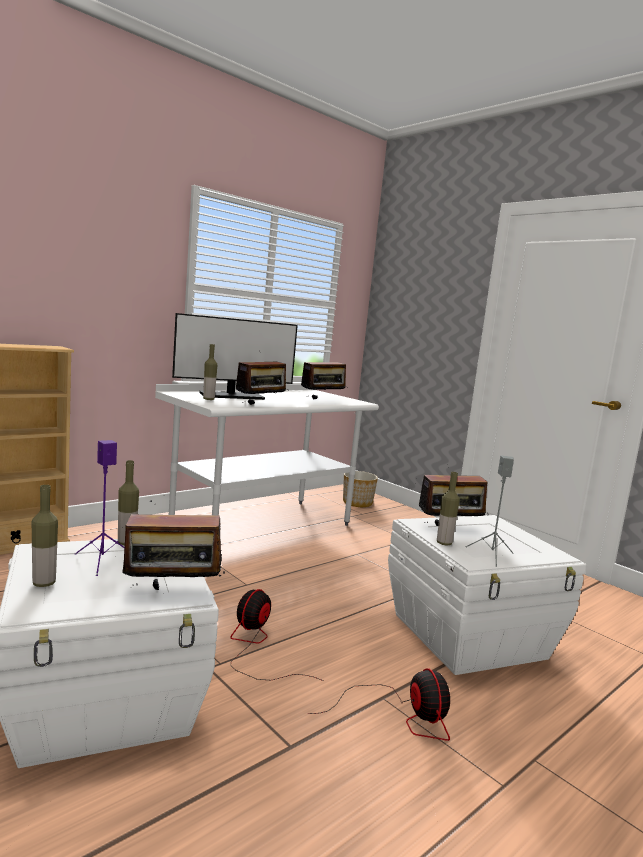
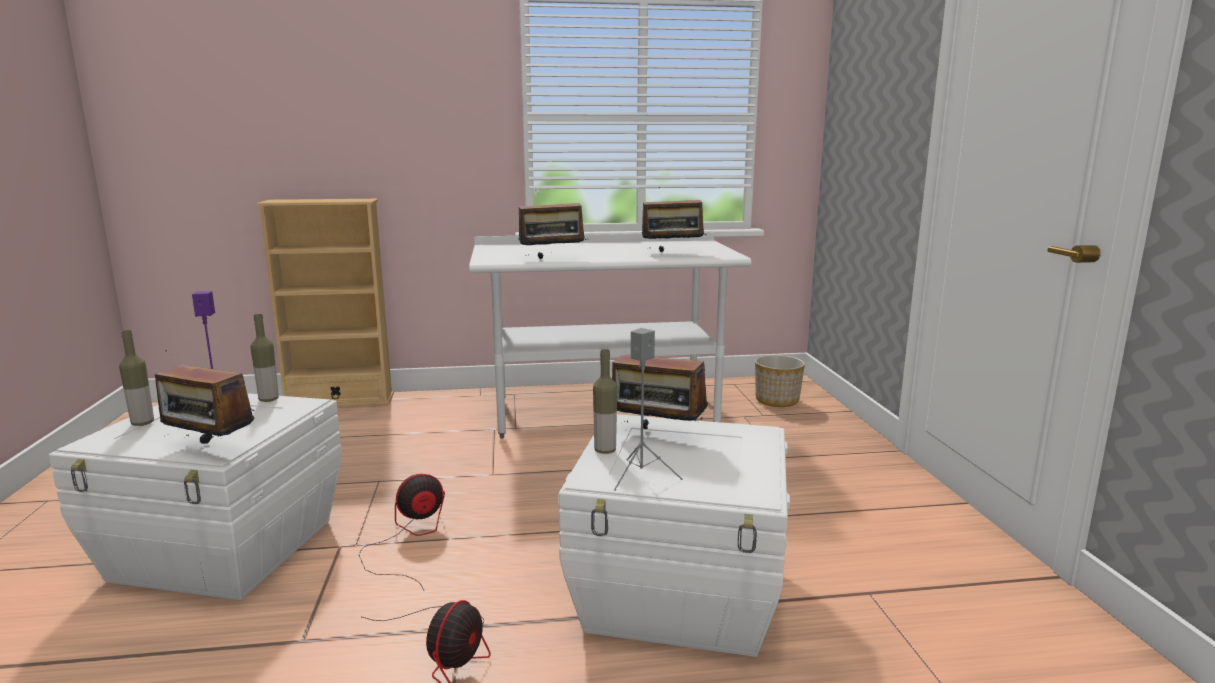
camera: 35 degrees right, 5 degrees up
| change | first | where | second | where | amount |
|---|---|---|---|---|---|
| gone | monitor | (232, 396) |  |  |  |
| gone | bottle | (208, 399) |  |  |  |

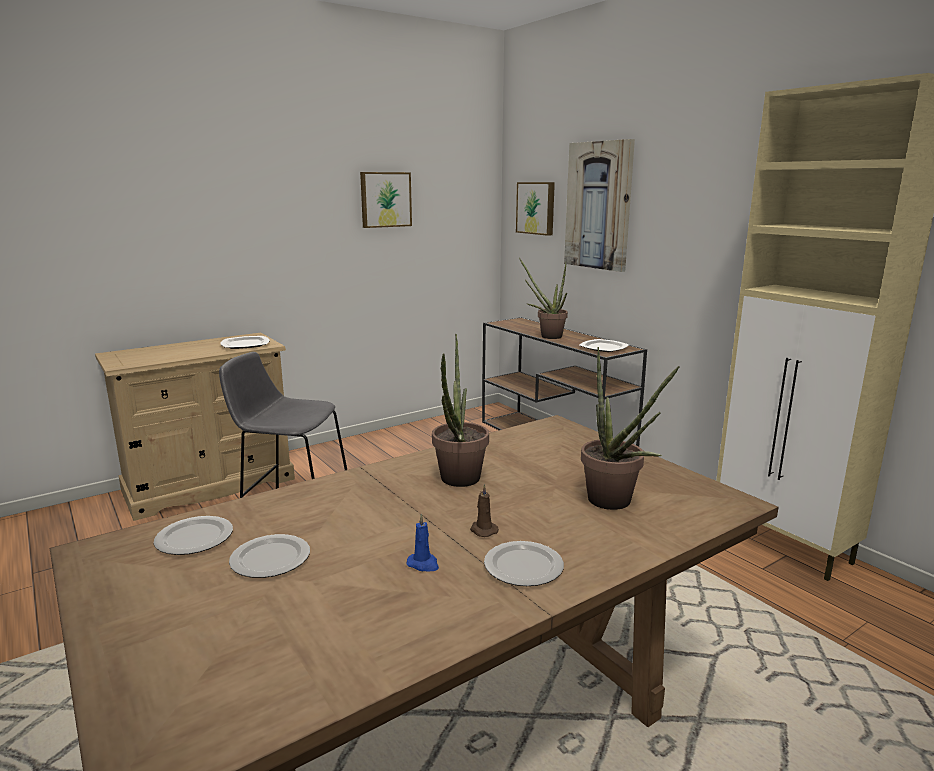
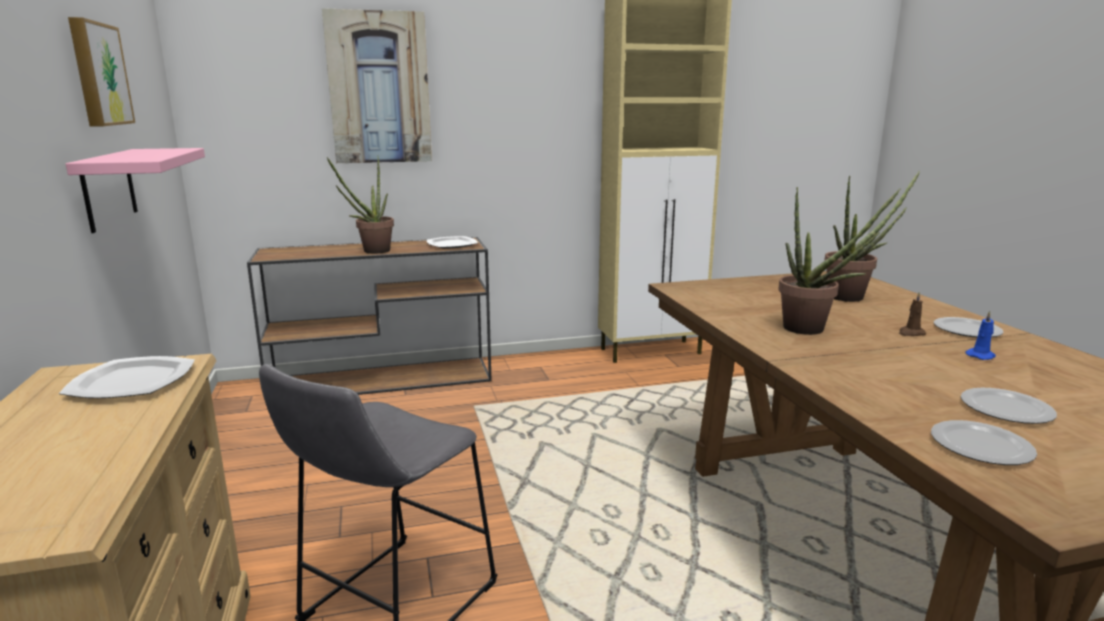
camera: 70 degrees left, 0 degrees up
| change | first | where | second | where | amount |
|---|---|---|---|---|---|
| gone | picture | (536, 208) |  |  |  |
| new |  |  | pink shelf | (109, 188) |  |

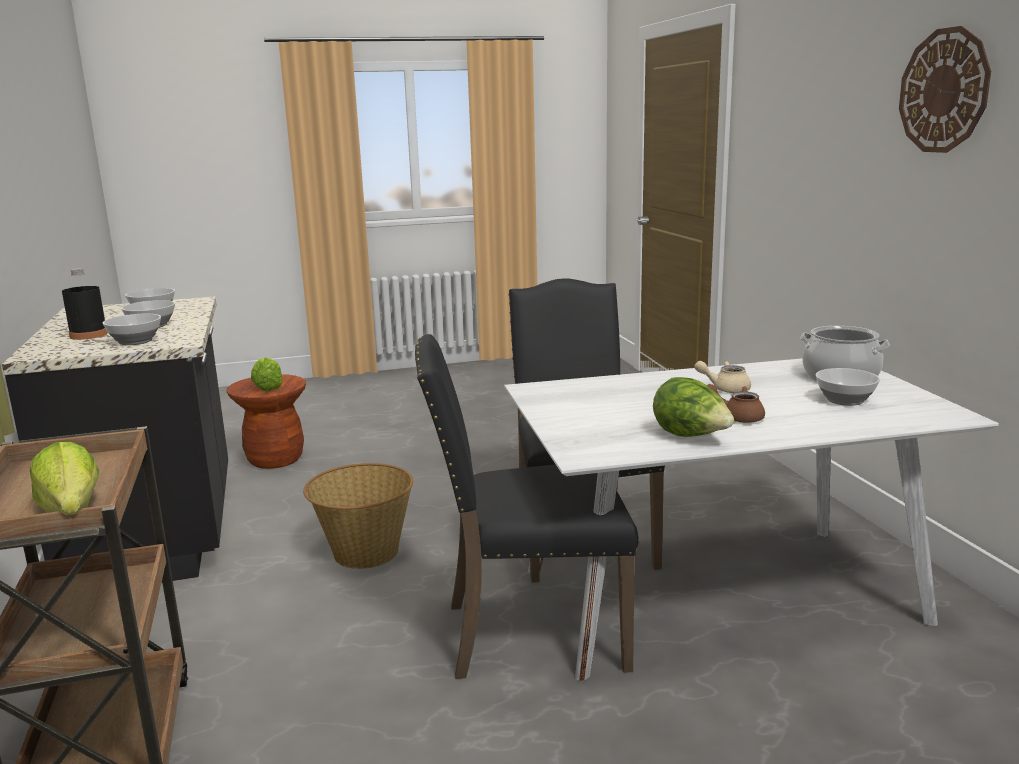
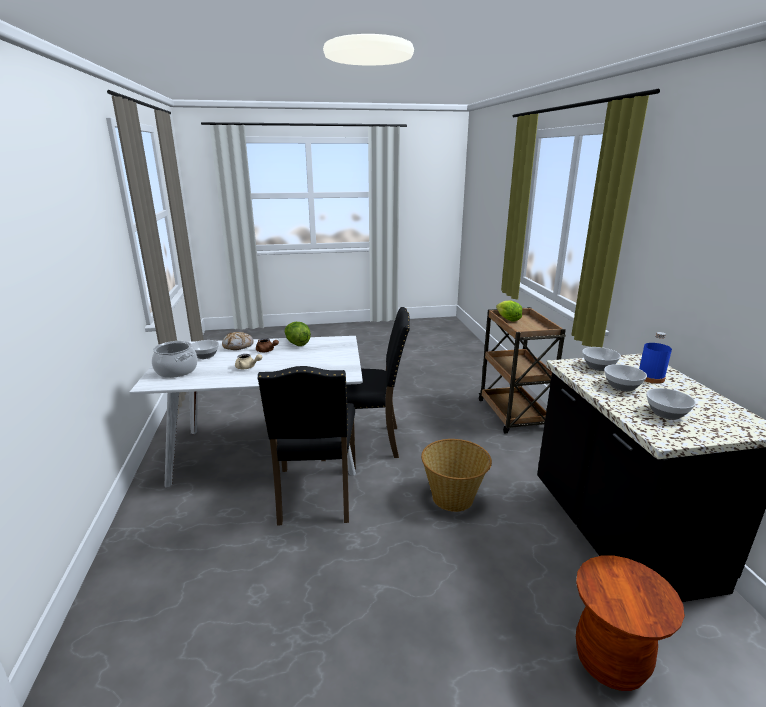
camera: 175 degrees left, 5 degrees up
| change | first | where | second | where | amount |
|---|---|---|---|---|---|
| repainted | black bottle | (88, 335) | blue bottle | (650, 378) |  |
| gone | lettuce | (268, 387) |  |  |  |
| gone | wall clock | (944, 91) |  |  |  |
| new |  |  | bread | (238, 346) |  |

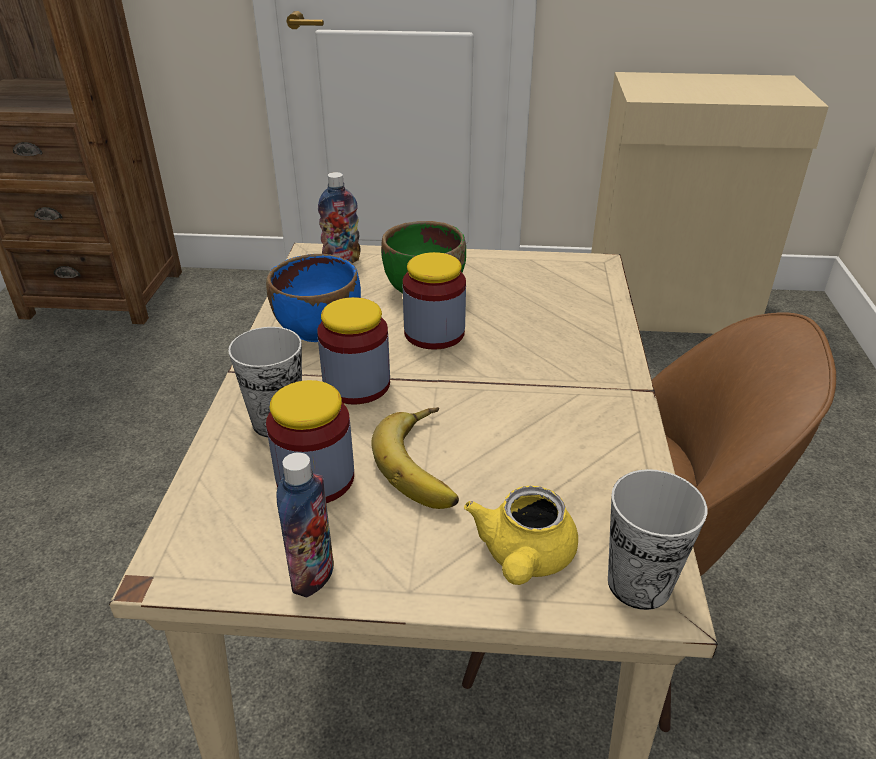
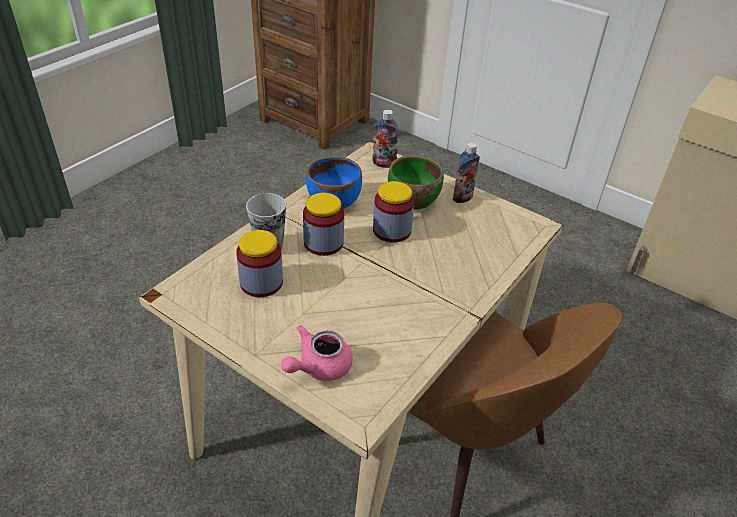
camera: 30 degrees right, 5 degrees up
| change | first | where | second | where | amount |
|---|---|---|---|---|---|
| shifted | bottle | (313, 575) |  | (462, 198) |  |
| gone | banana | (428, 463) |  |  |  |
| repainted | yellow teapot | (524, 558) | pink teapot | (318, 367) |  |
| gone | cup | (639, 583) |  |  |  |

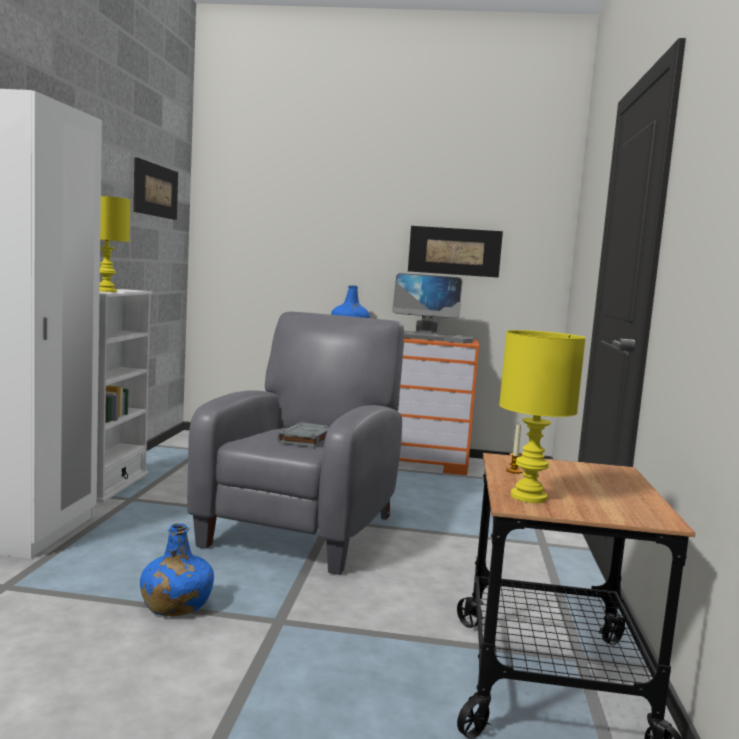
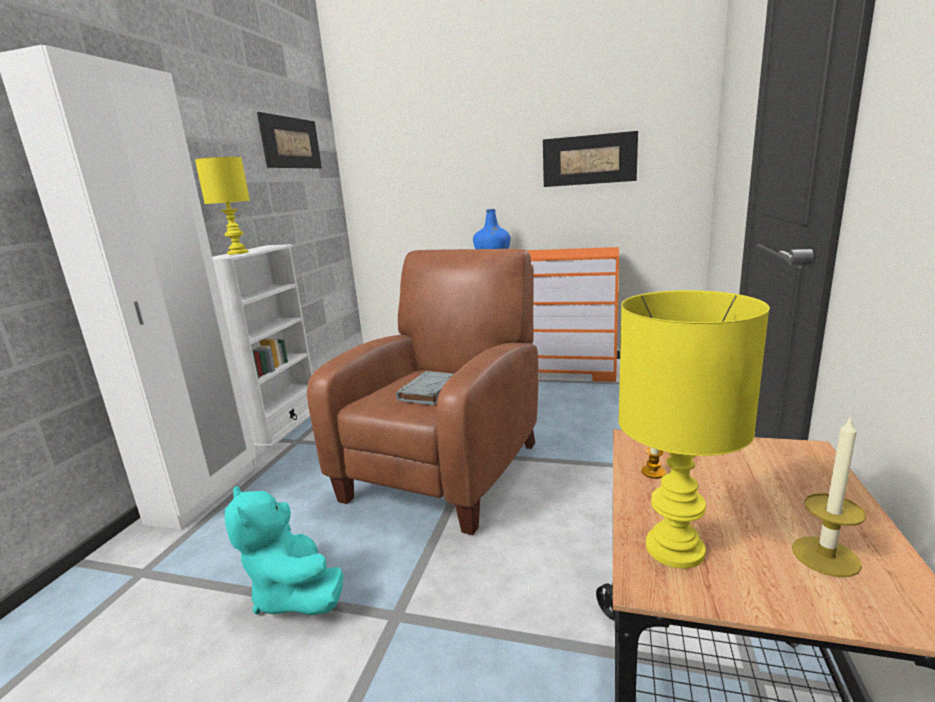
camera: 10 degrees right, 10 degrees up
| change | first | where | second | where | amount |
|---|---|---|---|---|---|
| swapped | blue bottle | (175, 605) | turquoise plush toy | (294, 594) |  |
| repainted | grey armchair | (304, 527) | brown armchair | (448, 466) |  |
| gone | monitor | (425, 338) |  |  |  |
| new |  |  | candle | (825, 556) |  |

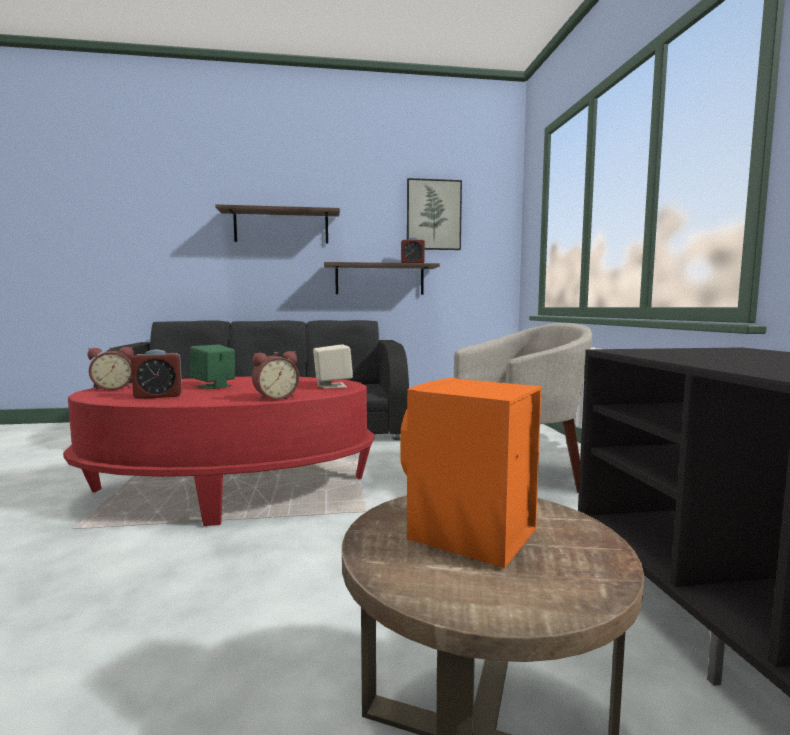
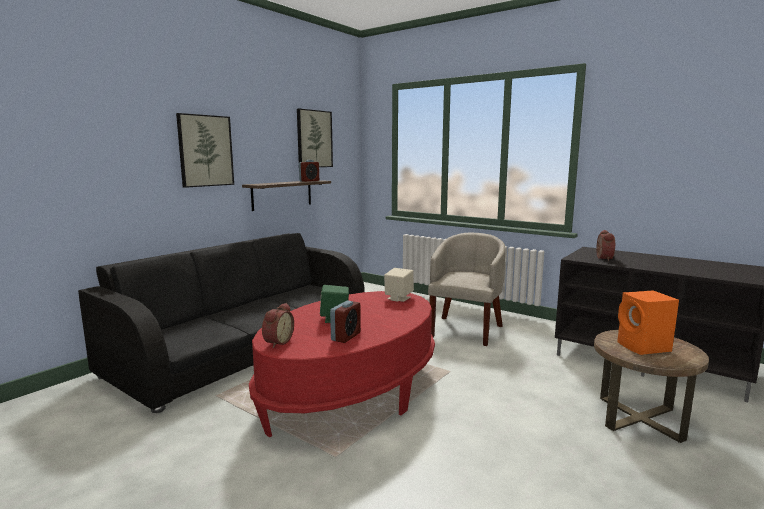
camera: 45 degrees left, 5 degrees up
| change | first | where | second | where | amount |
|---|---|---|---|---|---|
| swapped | shelf | (281, 227) | picture | (205, 151) |  |
| shifted | alarm clock | (275, 397) |  | (602, 258) |  |

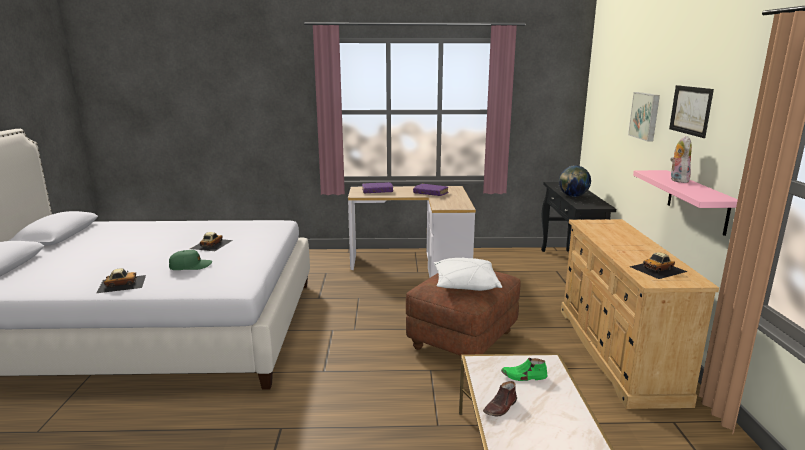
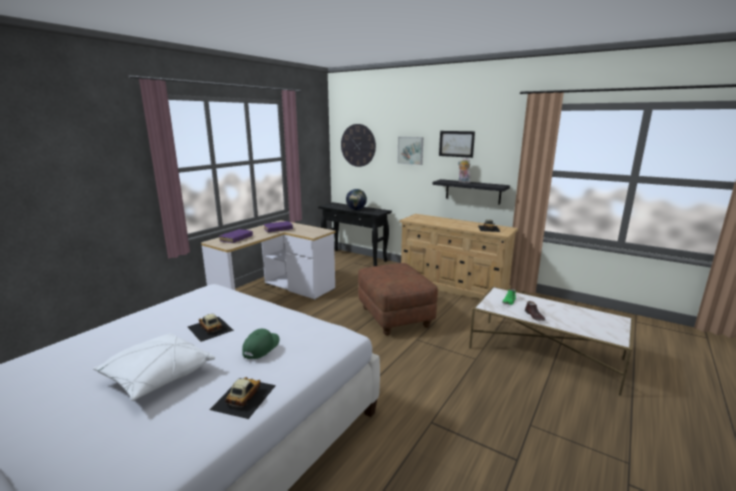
camera: 55 degrees left, 0 degrees up
| change | first | where | second | where | amount |
|---|---|---|---|---|---|
| shifted | white pillow | (465, 285) |  | (157, 376) |  |
| repainted | pink shelf | (697, 201) | black shelf | (472, 191) |  |
| new |  |  | wall clock | (358, 145) |  |

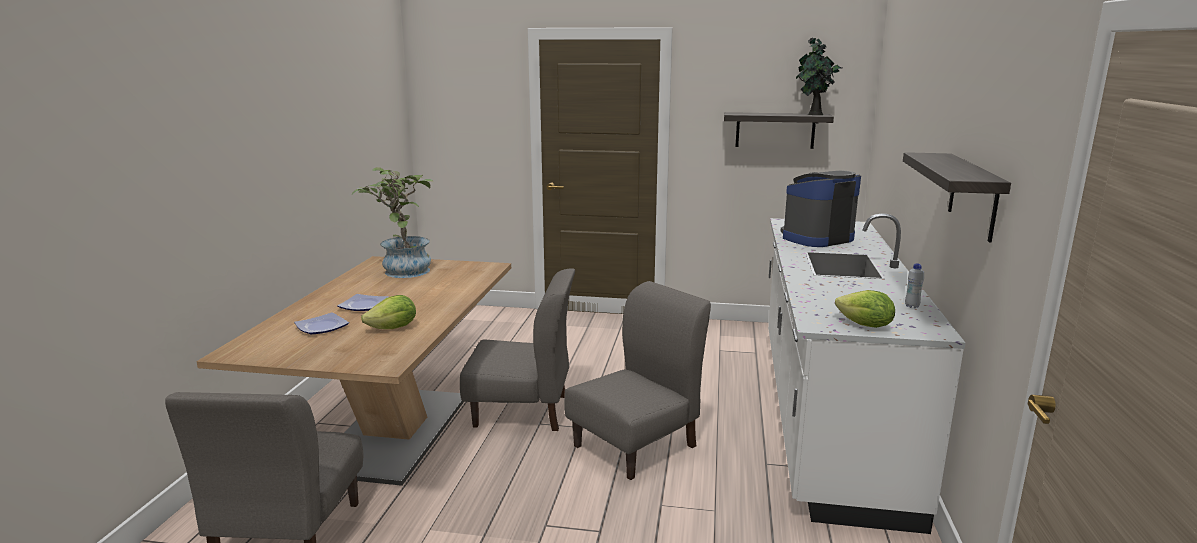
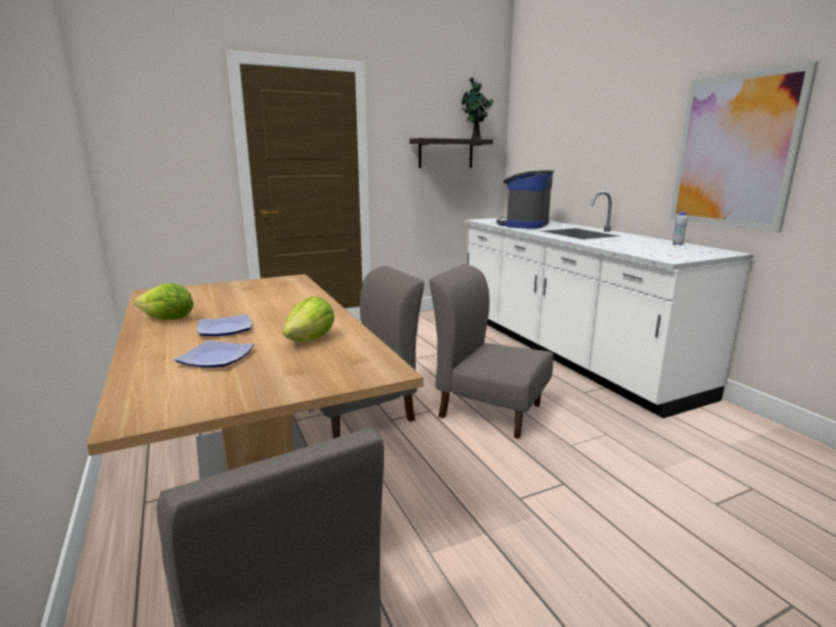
camera: 35 degrees left, 0 degrees up
| change | first | where | second | where | amount |
|---|---|---|---|---|---|
| gone | potted plant | (402, 269) |  |  |  |
| rotated | grey chair | (636, 446) |  | (489, 410) | 75 degrees counterclockwise |
| shifted | lettuce | (865, 326) |  | (168, 320) |  |
| swapped | shelf | (973, 196) | picture | (734, 151) |  |

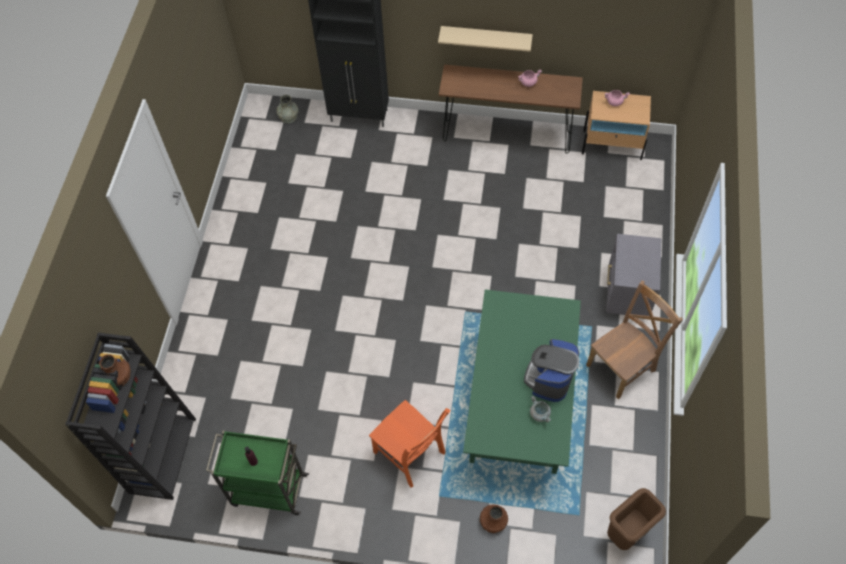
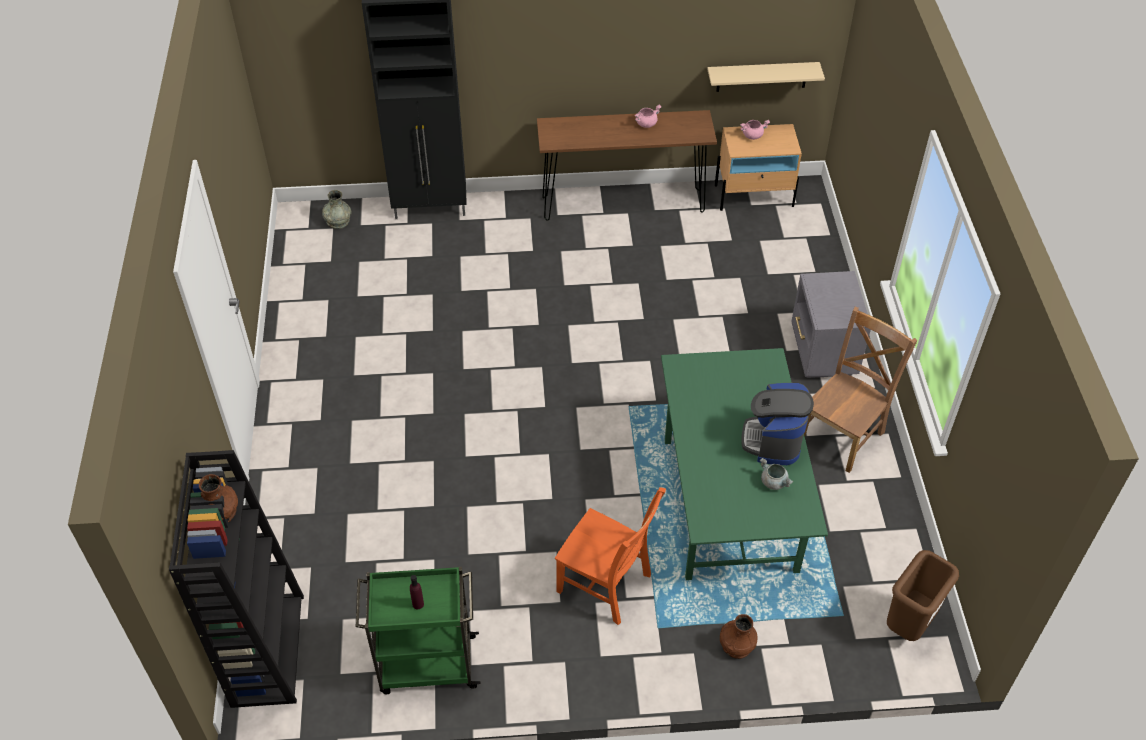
camera: 15 degrees left, 10 degrees down
| change | first | where | second | where | amount |
|---|---|---|---|---|---|
| shifted | beige shelf | (486, 38) |  | (762, 76) |  |

